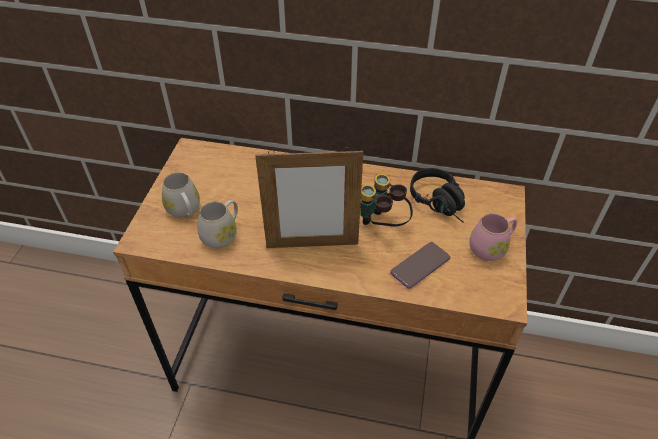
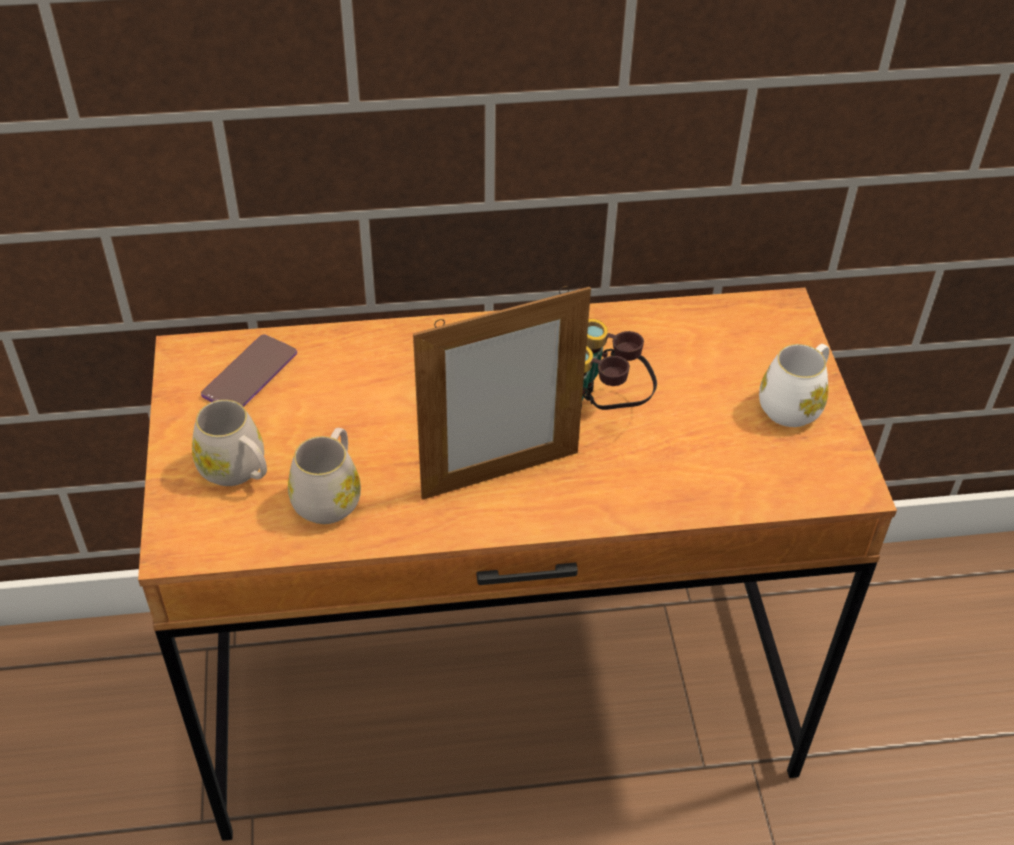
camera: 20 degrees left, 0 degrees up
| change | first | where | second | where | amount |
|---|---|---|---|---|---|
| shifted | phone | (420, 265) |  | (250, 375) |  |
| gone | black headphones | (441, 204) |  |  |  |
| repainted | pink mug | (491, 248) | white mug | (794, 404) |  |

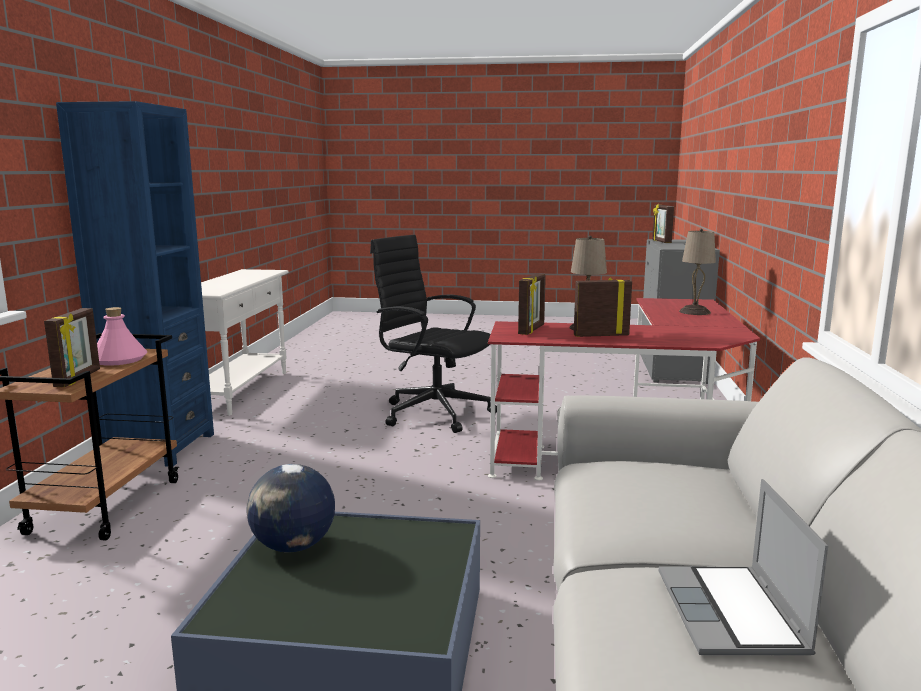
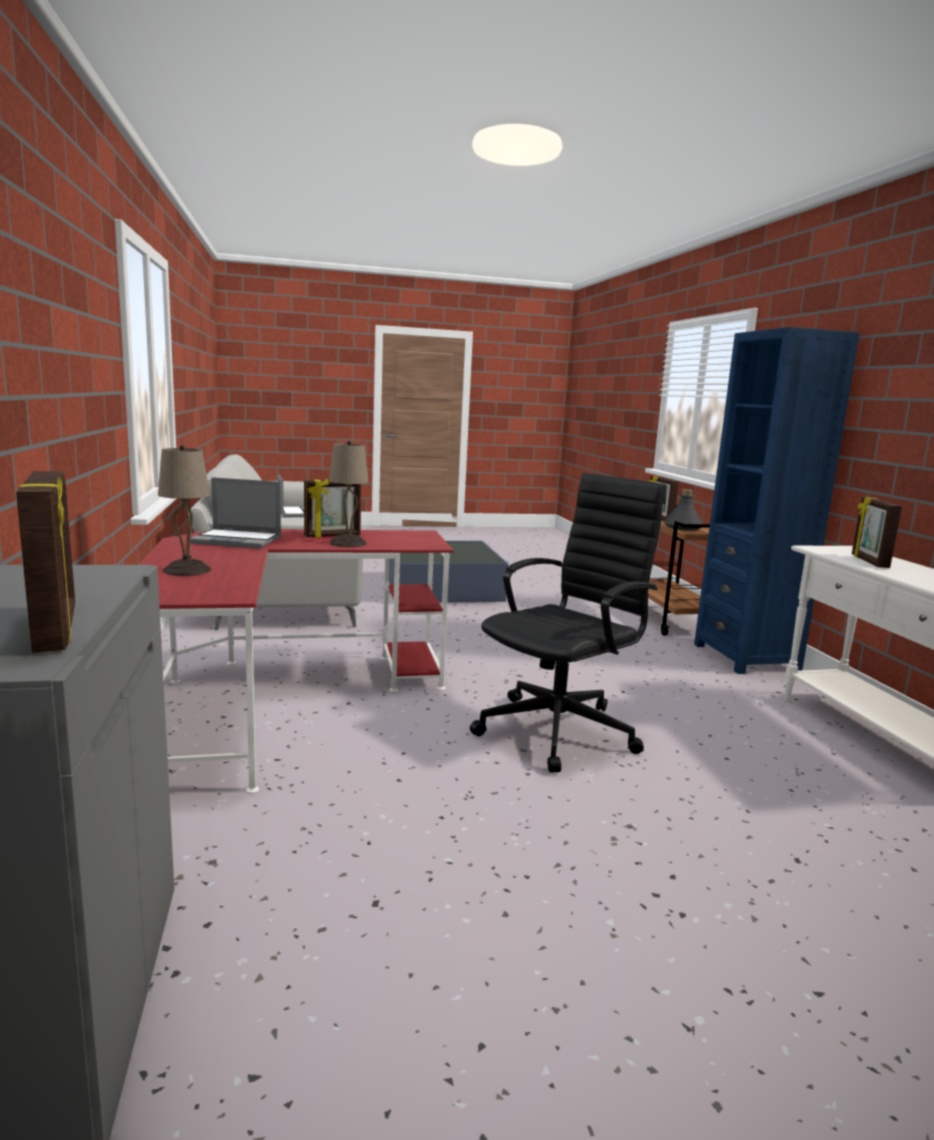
camera: 160 degrees right, 0 degrees up
| change | first | where | second | where | amount |
|---|---|---|---|---|---|
| repainted | pink bottle | (118, 360) | grey bottle | (683, 527) |  |
| gone | globe | (292, 546) |  |  |  |
| rotated | black office chair | (433, 412) |  | (561, 730) | 60 degrees counterclockwise |
| shifted | picture frame | (532, 330) |  | (868, 561) |  |
| new |  |  | laptop | (238, 540) |  |

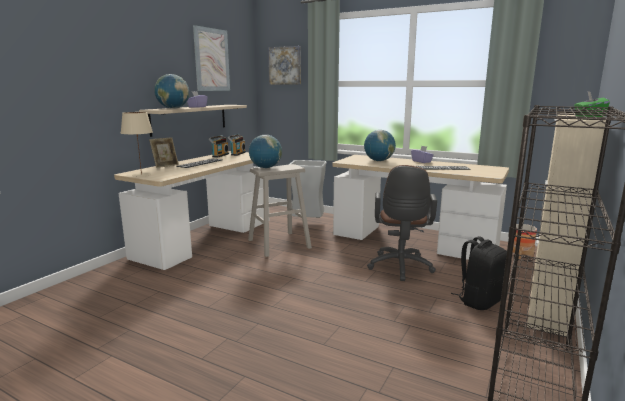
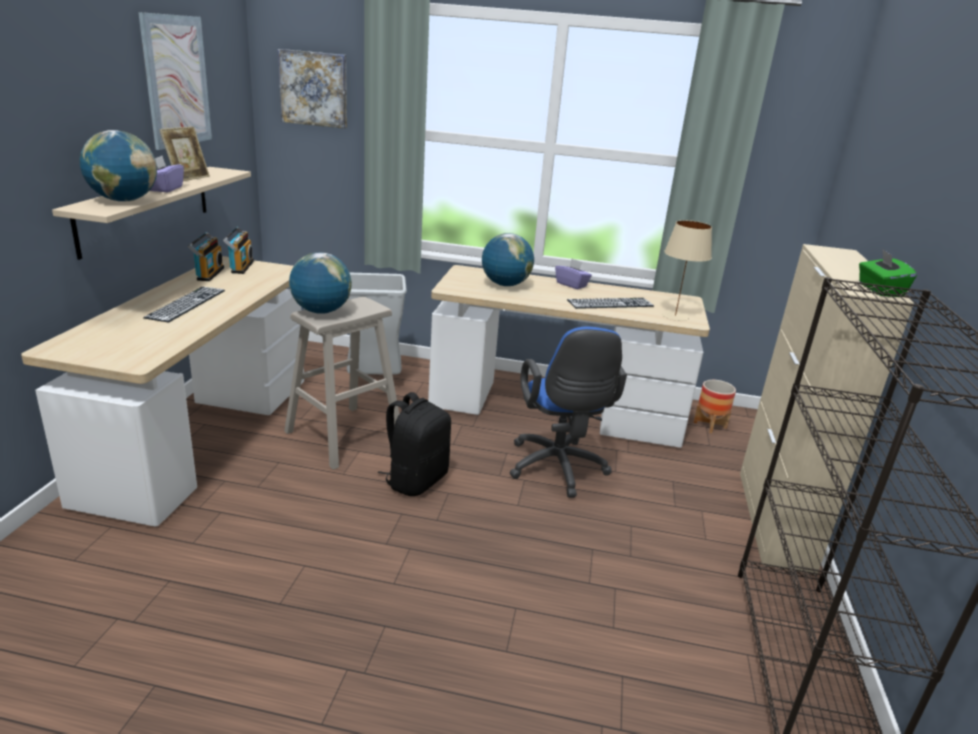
camera: 20 degrees left, 10 degrees up
| change | first | where | second | where | amount |
|---|---|---|---|---|---|
| shifted | beige table lamp | (141, 175) |  | (675, 316) |  |
| shifted | picture frame | (165, 166) |  | (188, 178) |  |
| repainted | brown office chair | (400, 268) | blue office chair | (558, 470) |  |
| shifted | black backpack | (479, 301) |  | (415, 480) |  |

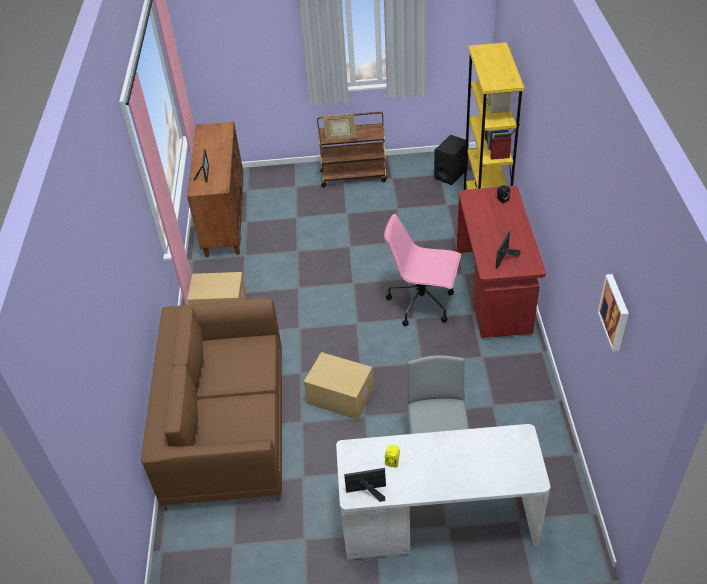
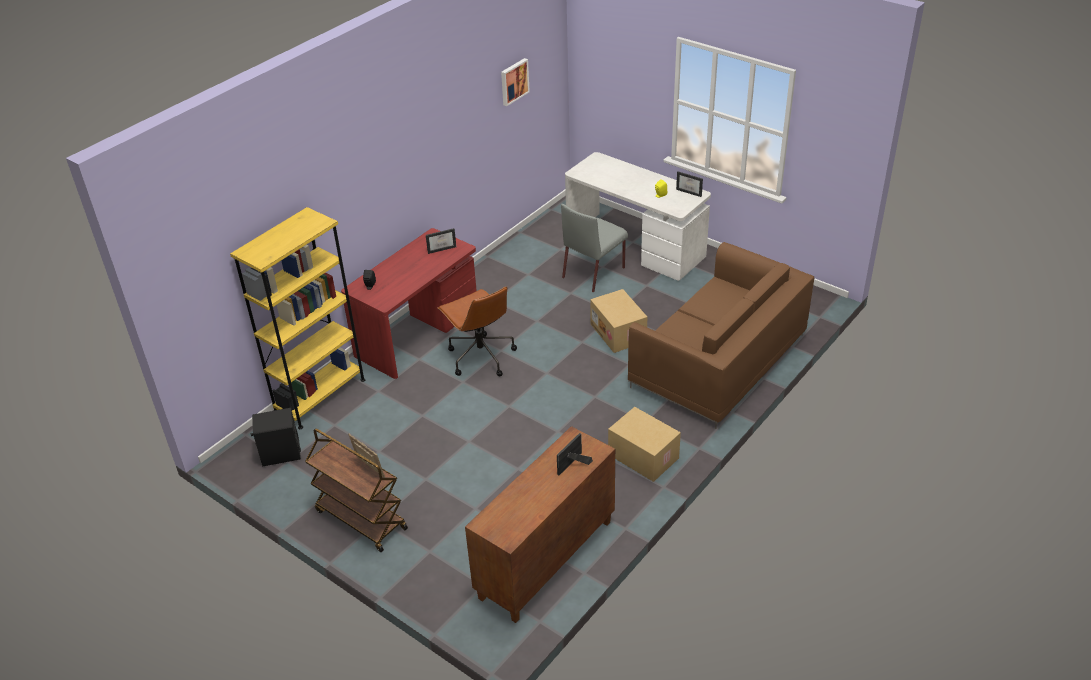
camera: 140 degrees left, 5 degrees down
| change | first | where | second | where | amount |
|---|---|---|---|---|---|
| repainted | pink office chair | (422, 303) | brown office chair | (480, 356) |  |

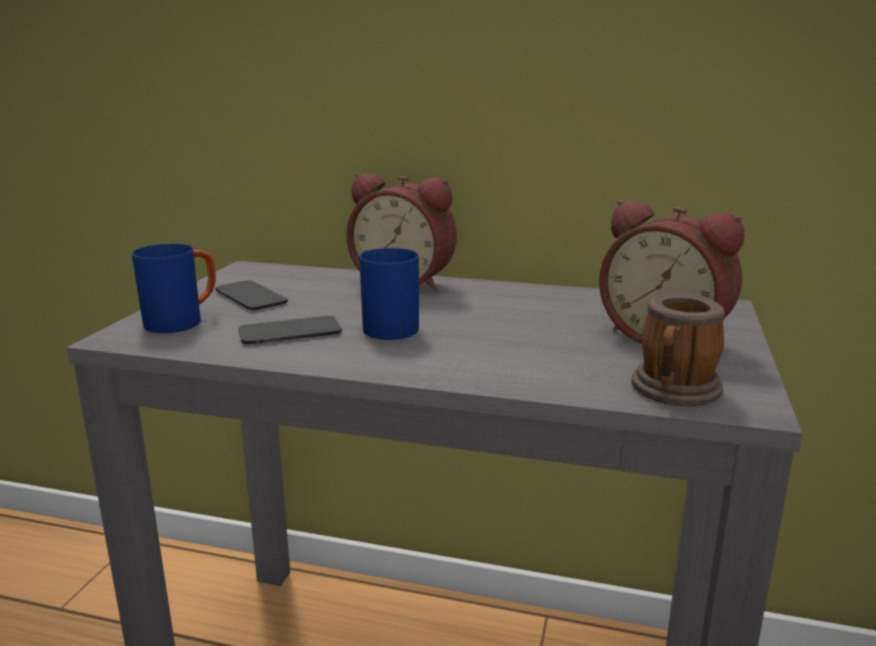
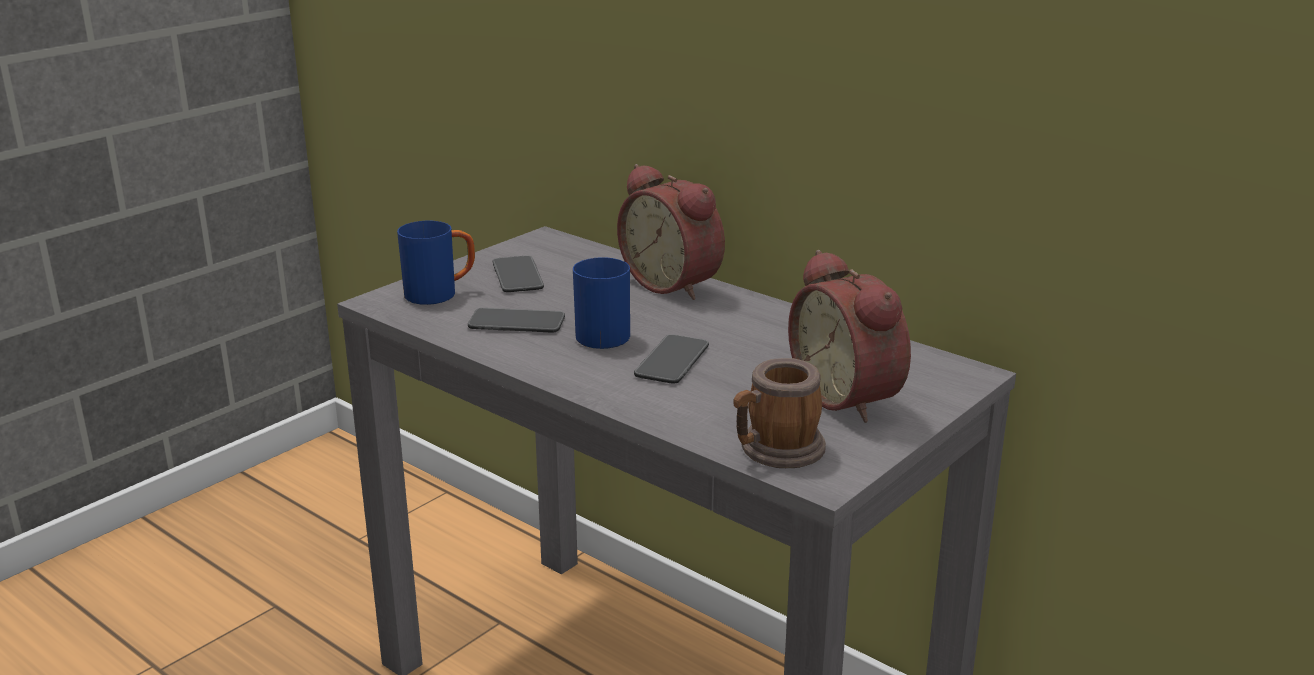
camera: 25 degrees right, 5 degrees up
| change | first | where | second | where | amount |
|---|---|---|---|---|---|
| new |  |  | phone | (672, 361) |  |

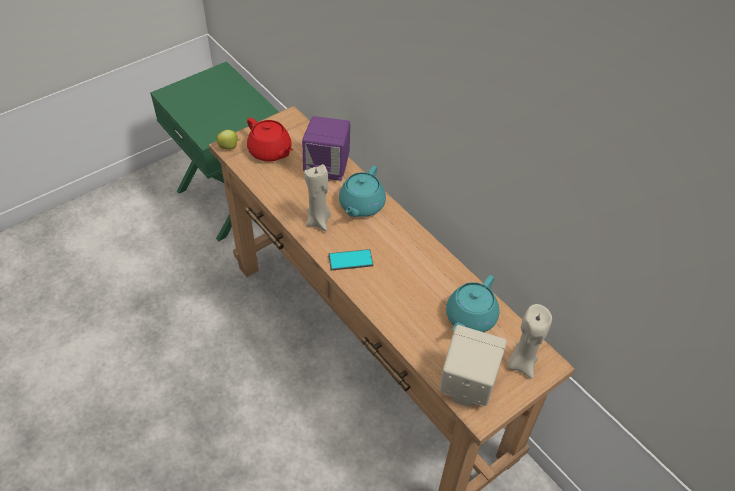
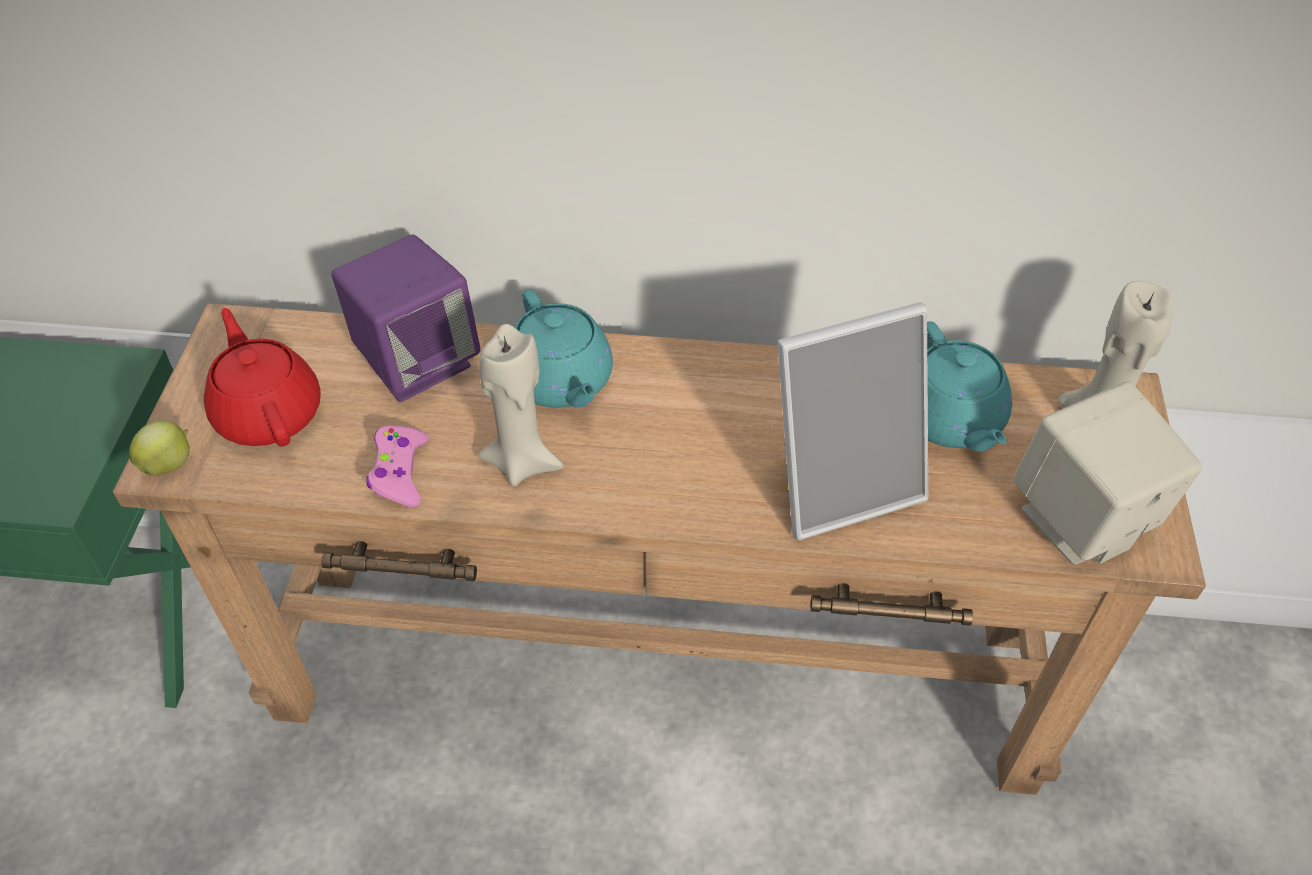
camera: 45 degrees left, 0 degrees up
| change | first | where | second | where | amount |
|---|---|---|---|---|---|
| rotated | red teapot | (270, 152) |  | (269, 413) | 120 degrees counterclockwise |
| gone | phone | (350, 260) |  |  |  |
| new |  |  | pink game controller | (399, 472) |  |
| new |  |  | picture frame | (840, 482) |  |

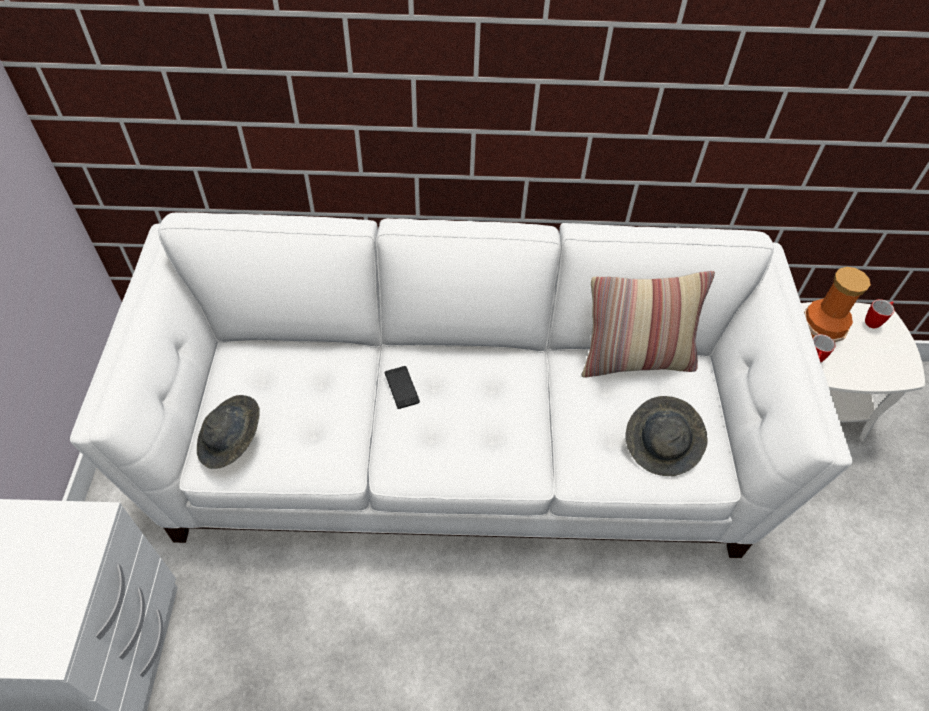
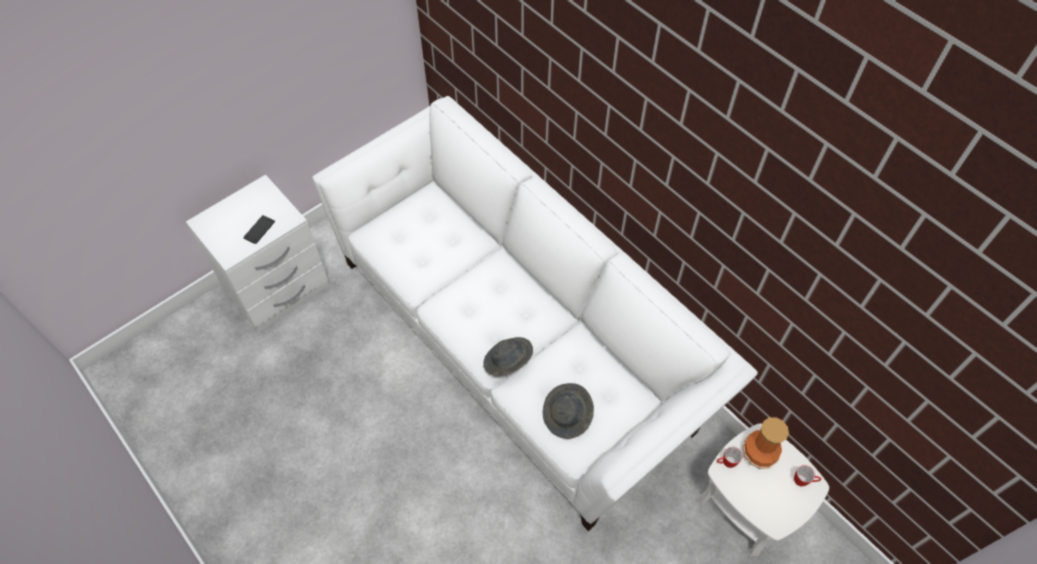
camera: 50 degrees right, 5 degrees up
| change | first | where | second | where | amount |
|---|---|---|---|---|---|
| shifted | grey hat | (232, 441) |  | (507, 362) |  |
| shifted | phone | (402, 387) |  | (259, 230) |  |
| gone | pillow | (635, 360) |  |  |  |

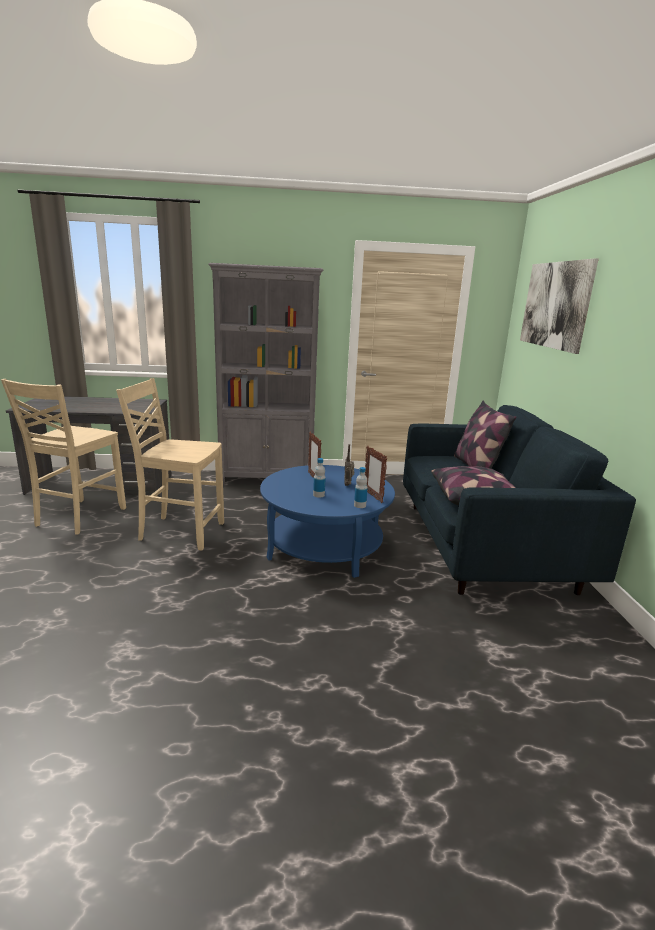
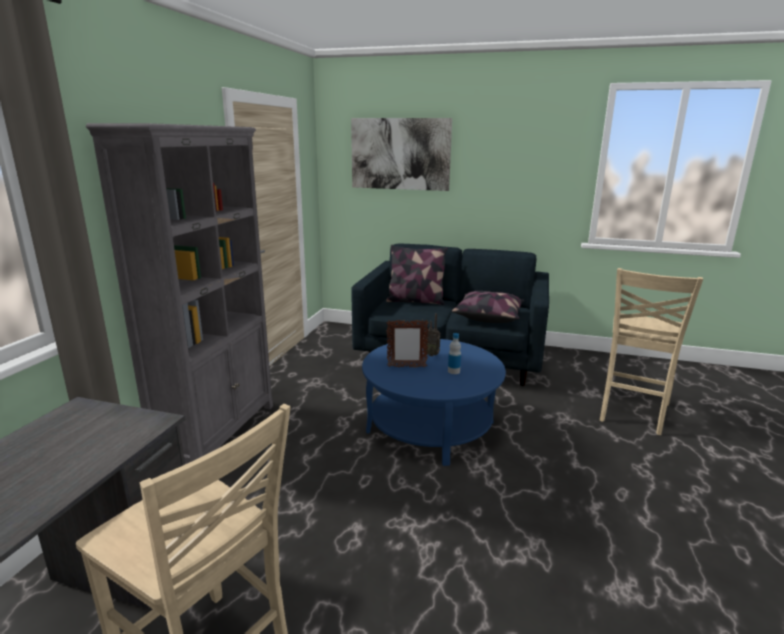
camera: 70 degrees left, 0 degrees up
| change | first | where | second | where | amount |
|---|---|---|---|---|---|
| shifted | beige chair | (180, 531) |  | (631, 412) |  |
| gone | bottle | (360, 505) |  |  |  |
| gone | picture frame | (373, 496) |  |  |  |

